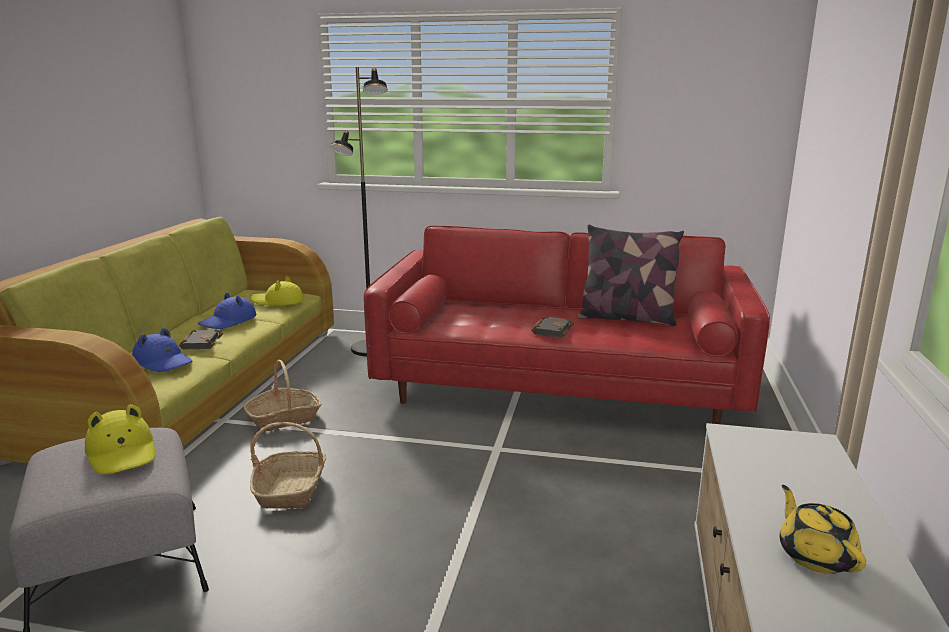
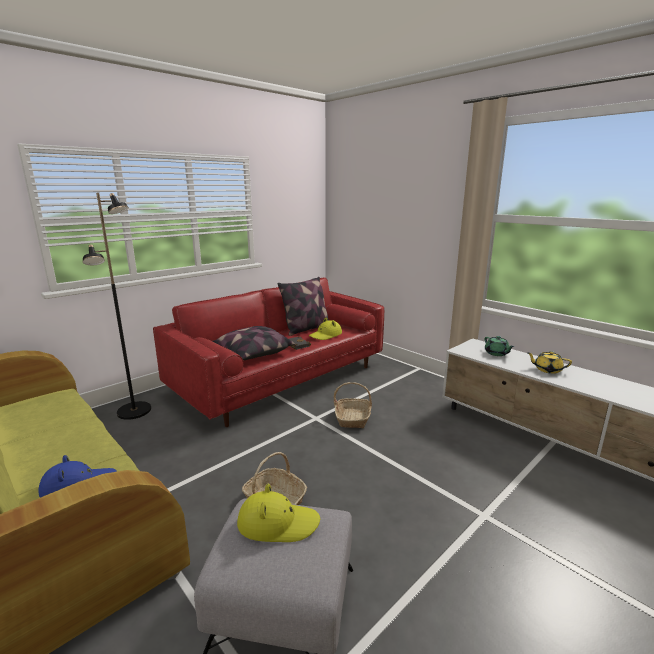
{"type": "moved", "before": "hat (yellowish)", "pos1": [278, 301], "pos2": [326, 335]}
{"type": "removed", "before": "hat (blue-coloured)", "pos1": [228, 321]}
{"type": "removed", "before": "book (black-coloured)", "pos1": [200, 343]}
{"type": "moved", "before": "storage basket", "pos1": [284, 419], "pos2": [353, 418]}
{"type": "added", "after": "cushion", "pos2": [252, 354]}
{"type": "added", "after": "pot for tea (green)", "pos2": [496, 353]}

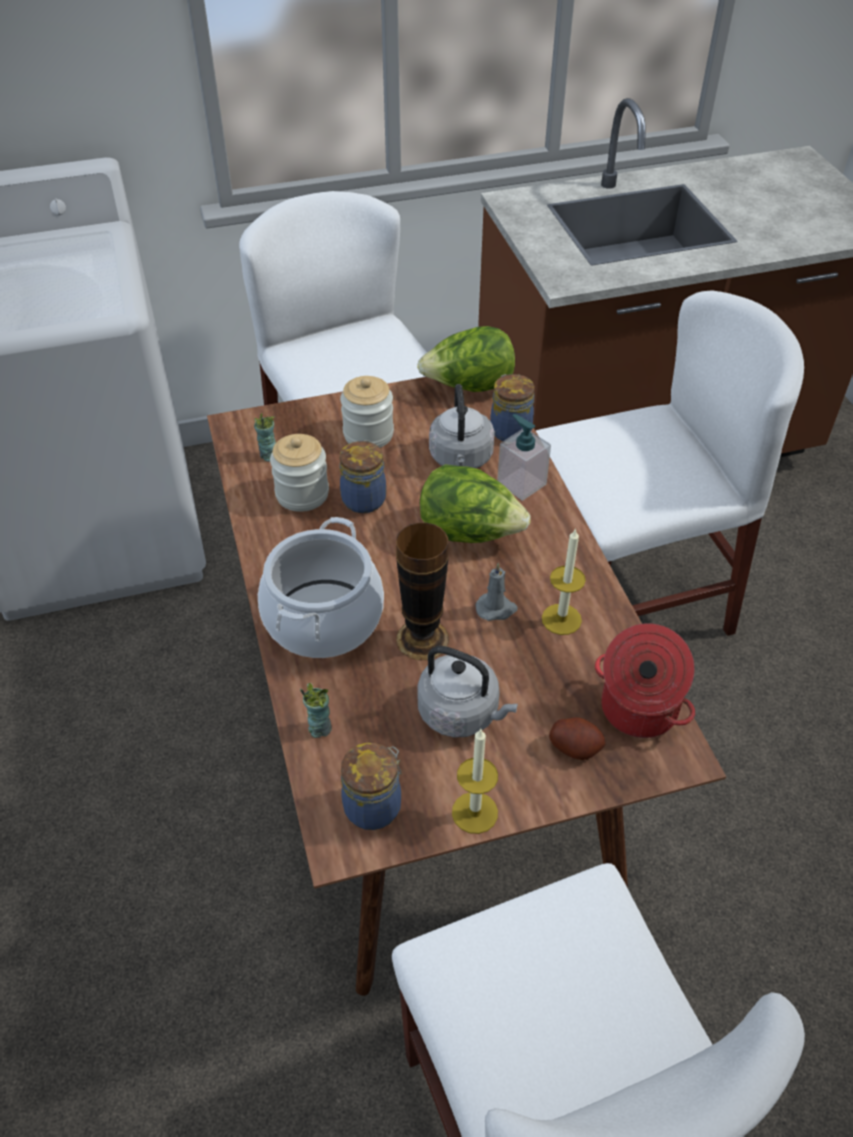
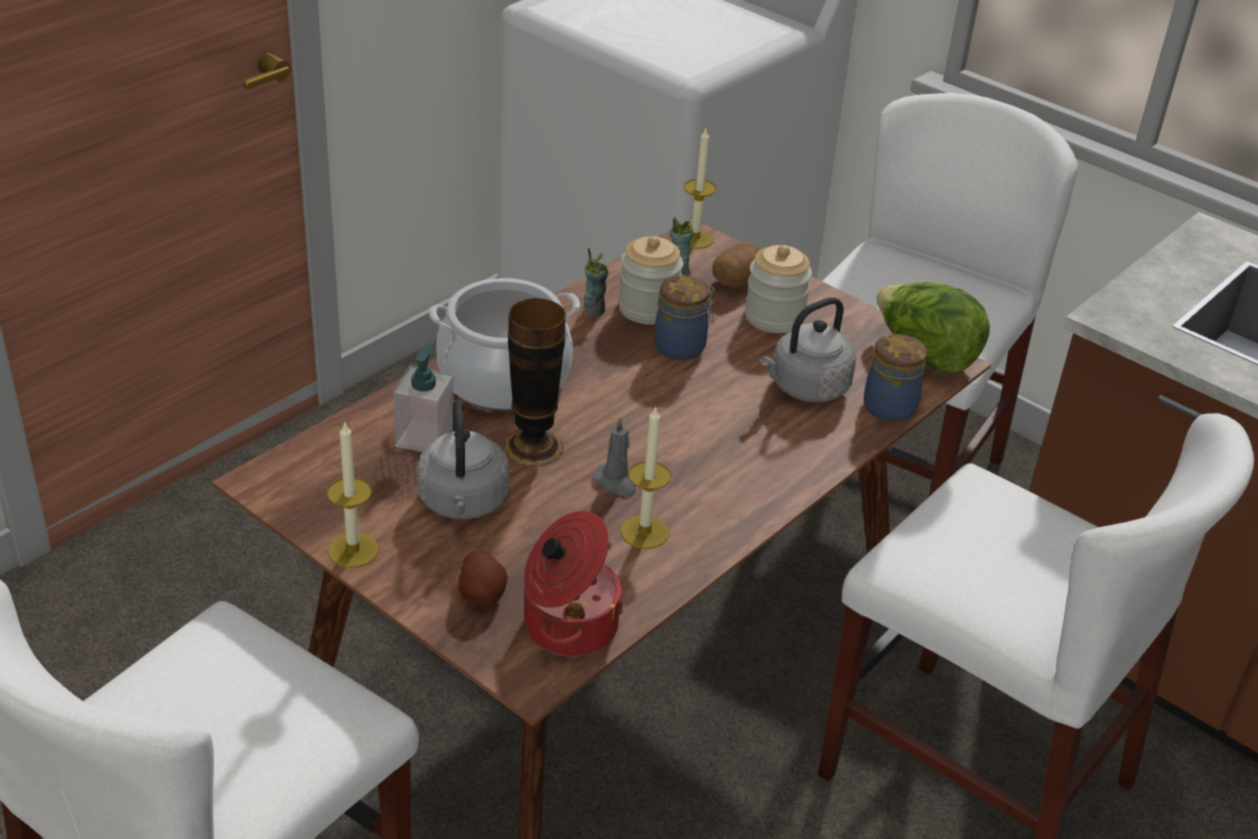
{"type": "moved", "before": "liquid soap bottle", "pos1": [521, 483], "pos2": [425, 437]}
{"type": "removed", "before": "head of lettuce", "pos1": [469, 532]}
{"type": "moved", "before": "drinking cup", "pos1": [319, 728], "pos2": [594, 310]}
{"type": "removed", "before": "preserve jar", "pos1": [374, 805]}
{"type": "added", "after": "candle", "pos2": [695, 238]}
{"type": "added", "after": "spud", "pos2": [736, 281]}

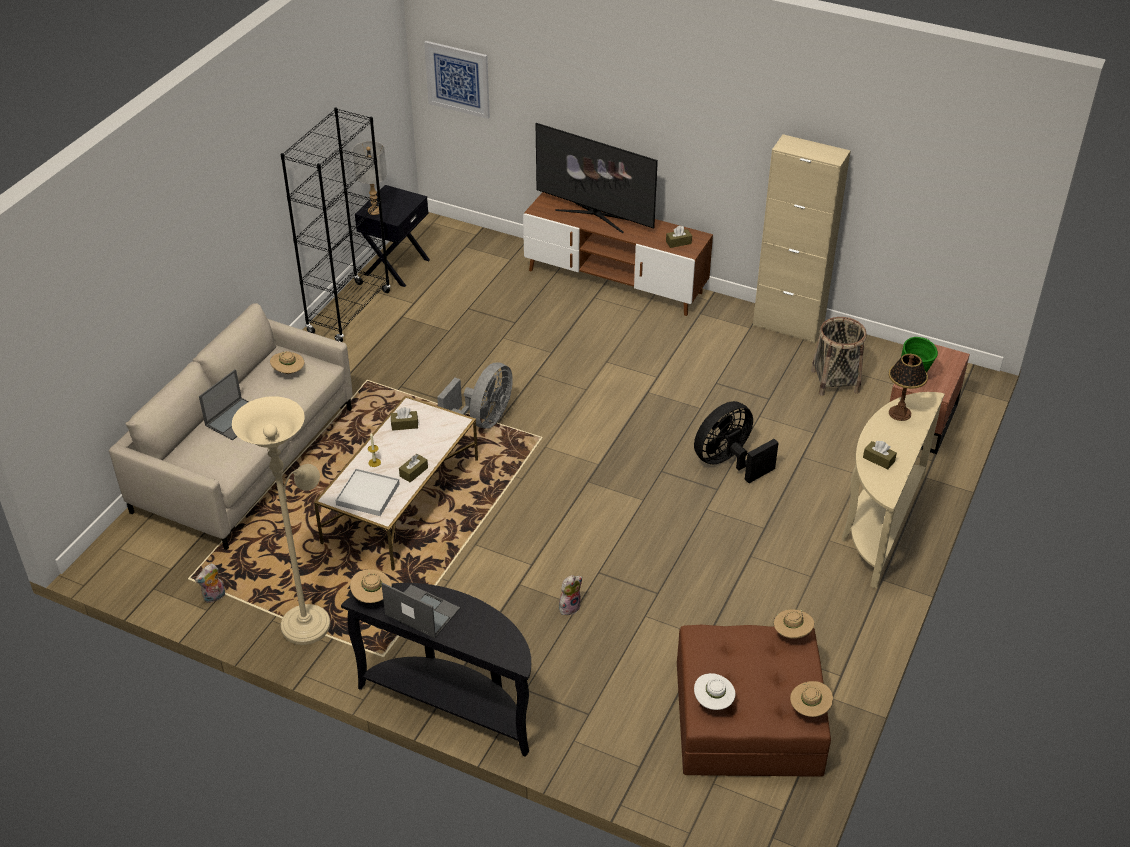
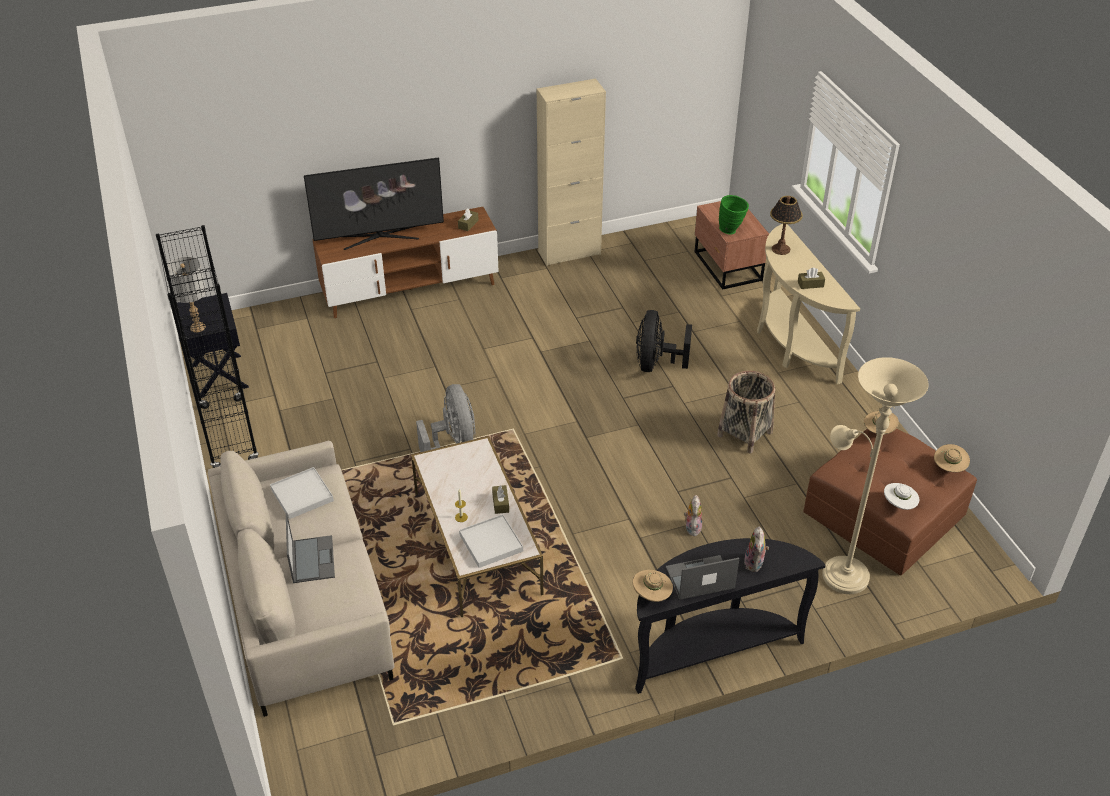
{"type": "removed", "before": "picture", "pos1": [458, 79]}
{"type": "moved", "before": "storage basket", "pos1": [834, 381], "pos2": [744, 434]}
{"type": "replaced", "before": "hat (sand-coloured)", "after": "serving tray (whitish)", "pos1": [289, 372], "pos2": [302, 495]}
{"type": "moved", "before": "floor lamp (sand-coloured)", "pos1": [308, 620], "pos2": [841, 572]}
{"type": "removed", "before": "box of tissues (brown)", "pos1": [404, 425]}
{"type": "moved", "before": "cuddly toy", "pos1": [214, 597], "pos2": [755, 564]}

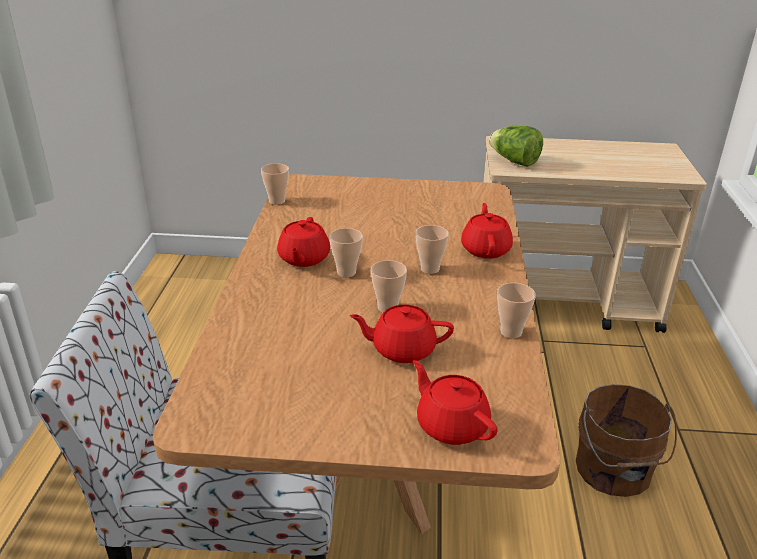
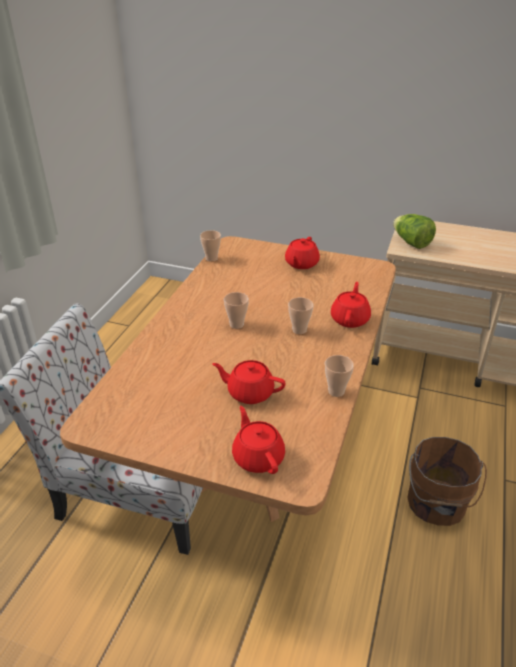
{"type": "moved", "before": "pot for tea (red-coloured)", "pos1": [303, 259], "pos2": [301, 264]}
{"type": "removed", "before": "drinking cup", "pos1": [387, 308]}

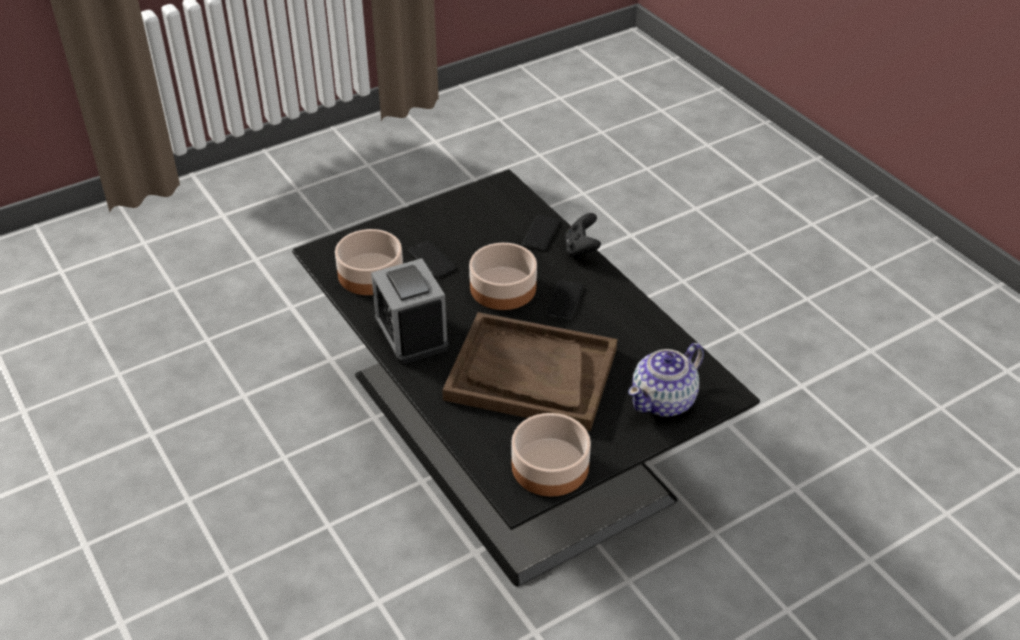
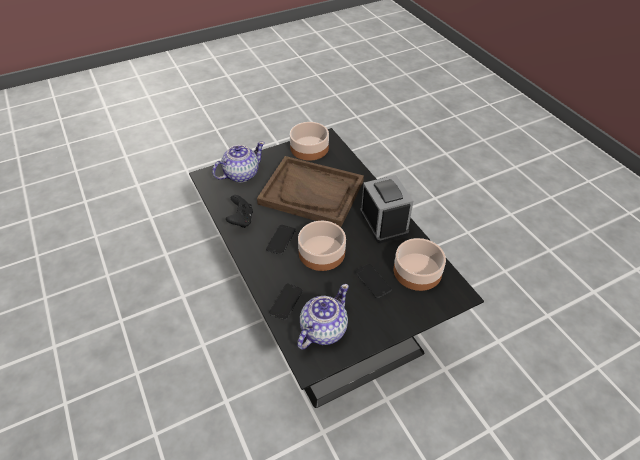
{"type": "moved", "before": "joypad (black-coloured)", "pos1": [581, 249], "pos2": [241, 220]}
{"type": "added", "after": "pot for tea", "pos2": [322, 330]}

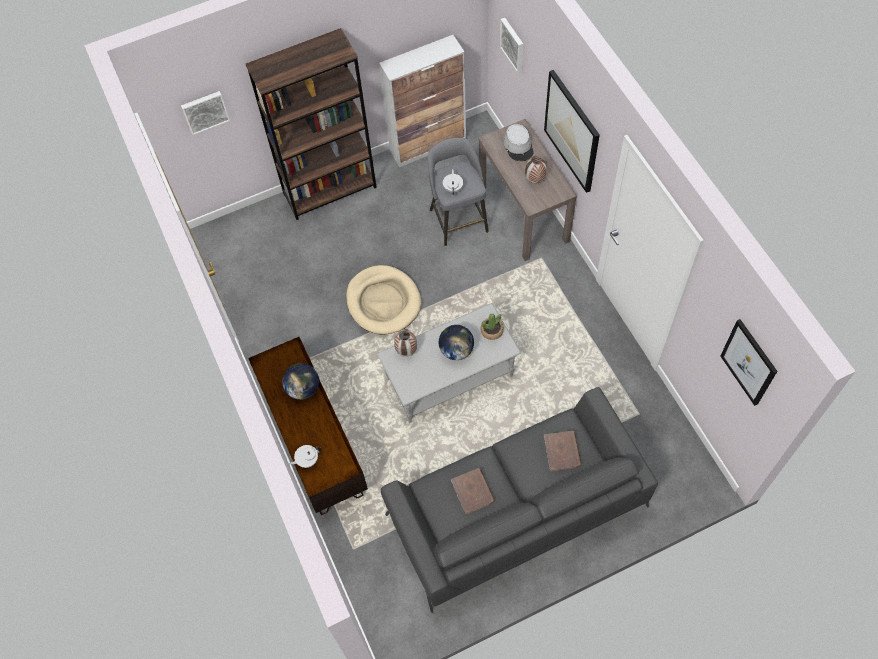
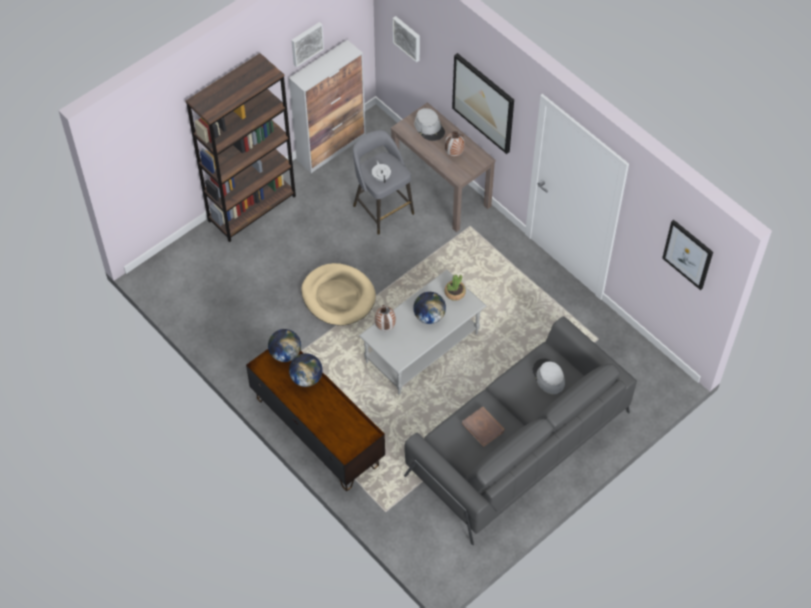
{"type": "moved", "before": "picture", "pos1": [205, 111], "pos2": [306, 43]}
{"type": "replaced", "before": "book (brown)", "after": "hat (grey)", "pos1": [562, 451], "pos2": [548, 377]}
{"type": "removed", "before": "pot for tea (whitish)", "pos1": [307, 460]}
{"type": "added", "after": "globe", "pos2": [285, 354]}

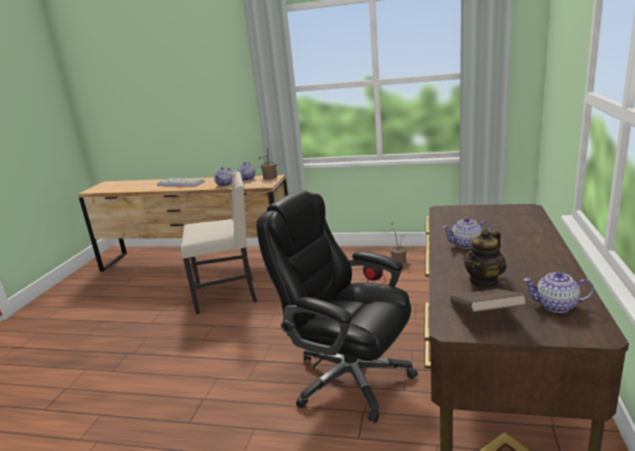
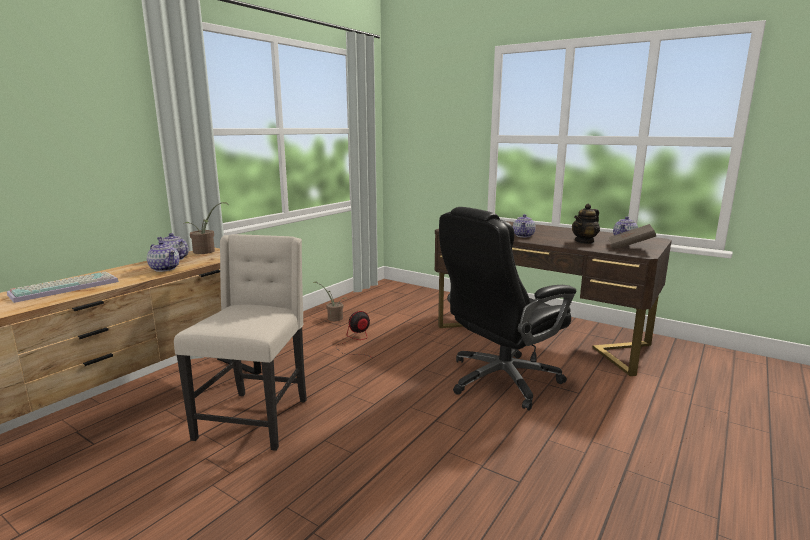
{"type": "turned", "before": "pot for tea", "pos1": [484, 281], "pos2": [584, 241], "turn": 75}

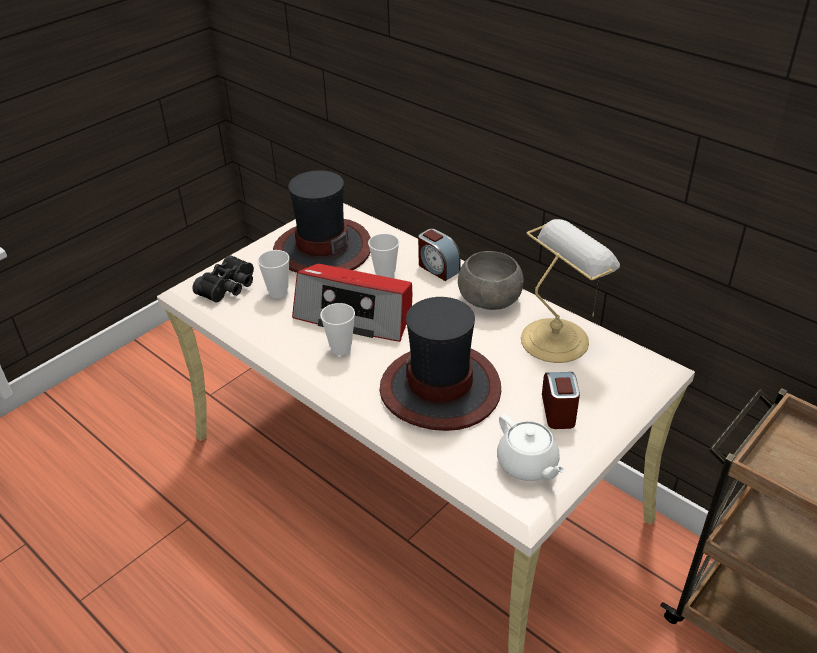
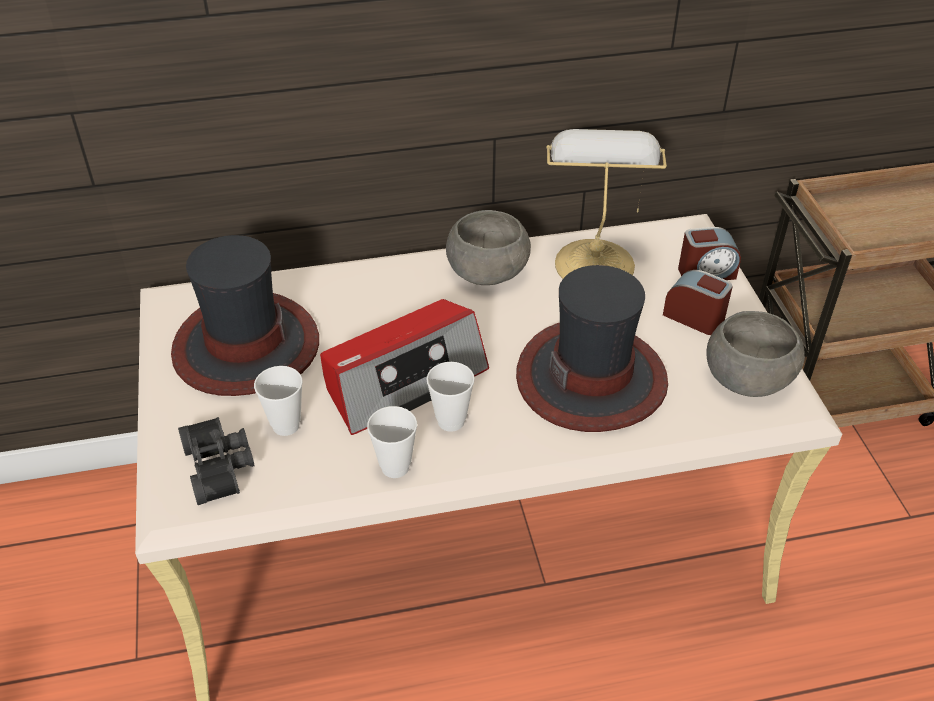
{"type": "moved", "before": "alarm clock", "pos1": [438, 268], "pos2": [706, 272]}
{"type": "moved", "before": "drinking cup", "pos1": [385, 275], "pos2": [395, 467]}
{"type": "replaced", "before": "pot for tea (whitish)", "after": "bowl (grey)", "pos1": [527, 465], "pos2": [748, 376]}

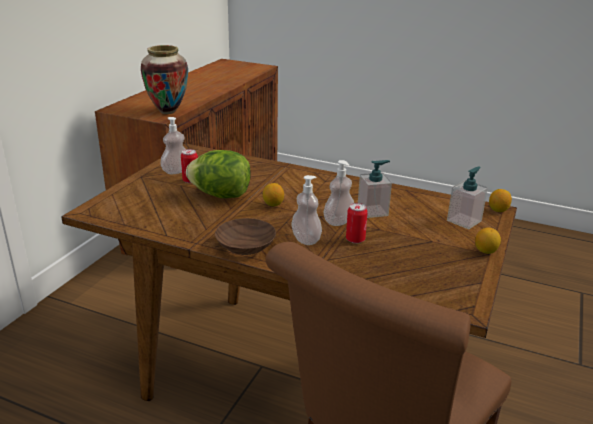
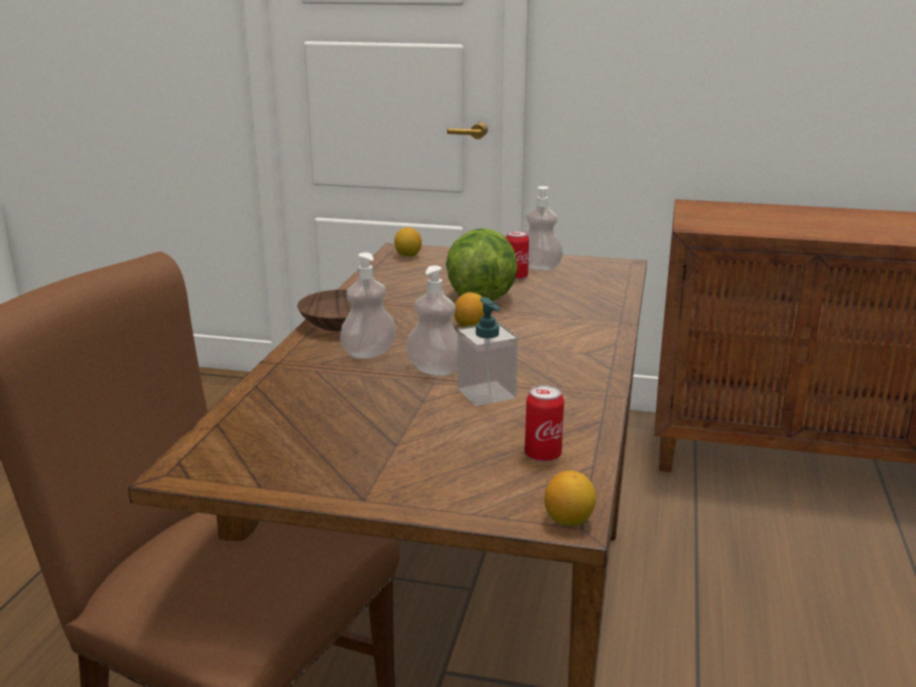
{"type": "removed", "before": "vase", "pos1": [168, 112]}
{"type": "removed", "before": "liquid soap bottle", "pos1": [464, 221]}
{"type": "moved", "before": "can", "pos1": [355, 239], "pos2": [543, 455]}
{"type": "moved", "before": "lemon", "pos1": [485, 251], "pos2": [408, 255]}

